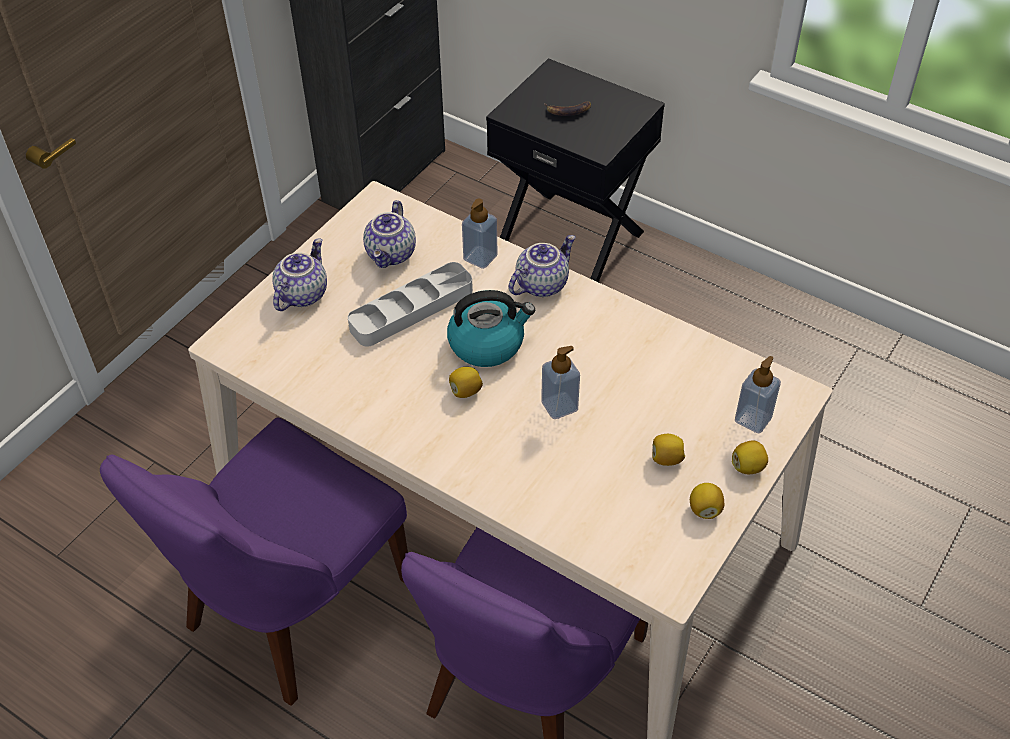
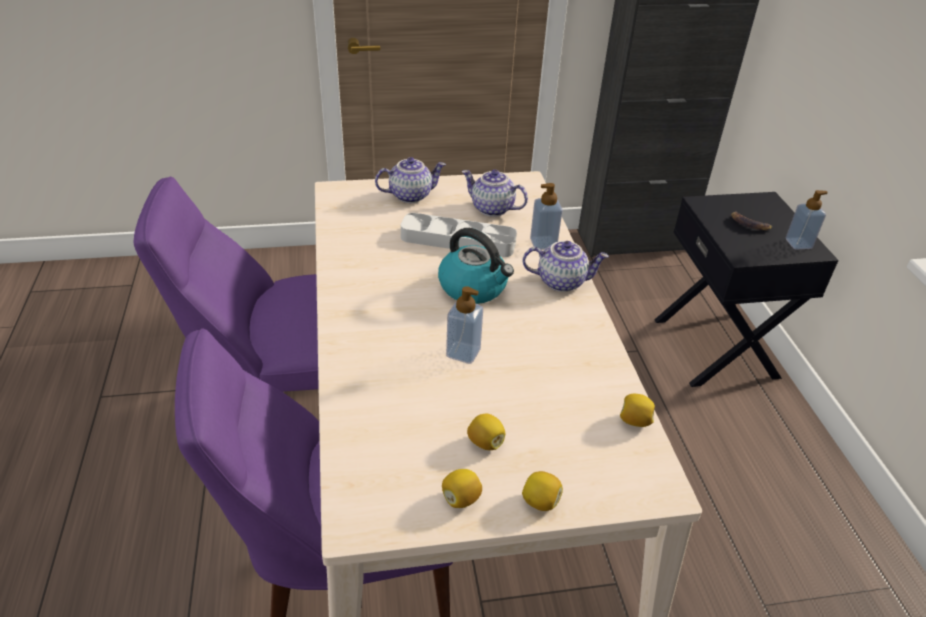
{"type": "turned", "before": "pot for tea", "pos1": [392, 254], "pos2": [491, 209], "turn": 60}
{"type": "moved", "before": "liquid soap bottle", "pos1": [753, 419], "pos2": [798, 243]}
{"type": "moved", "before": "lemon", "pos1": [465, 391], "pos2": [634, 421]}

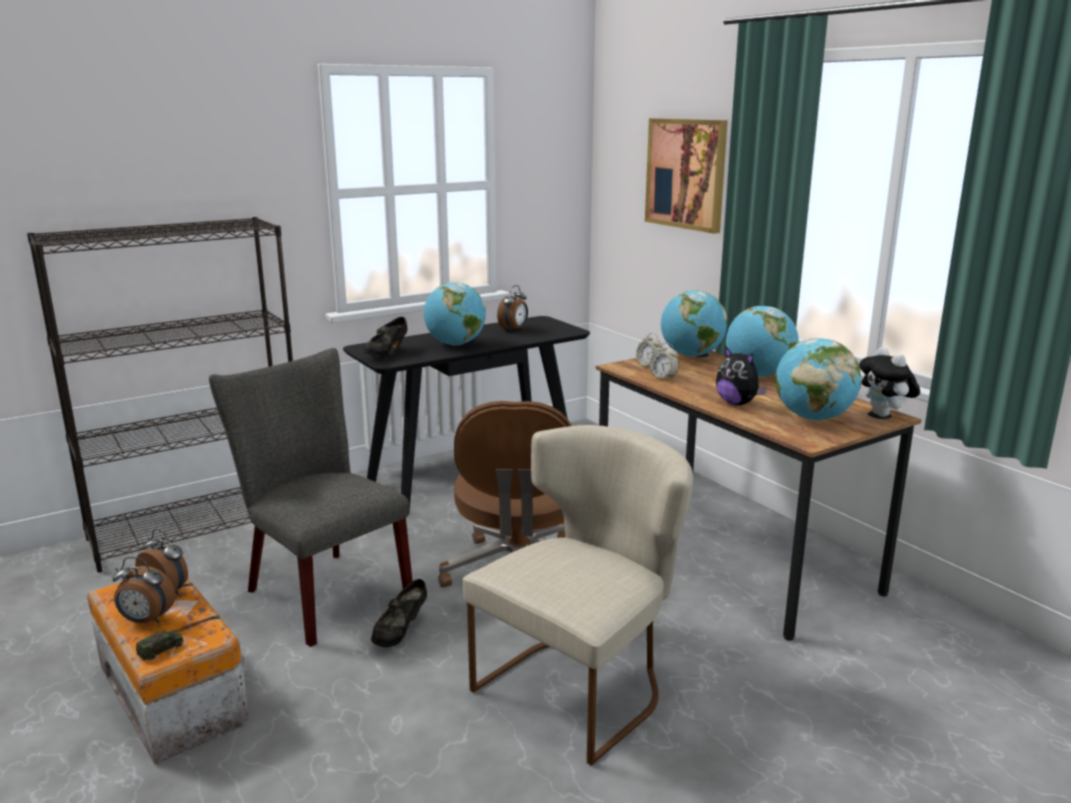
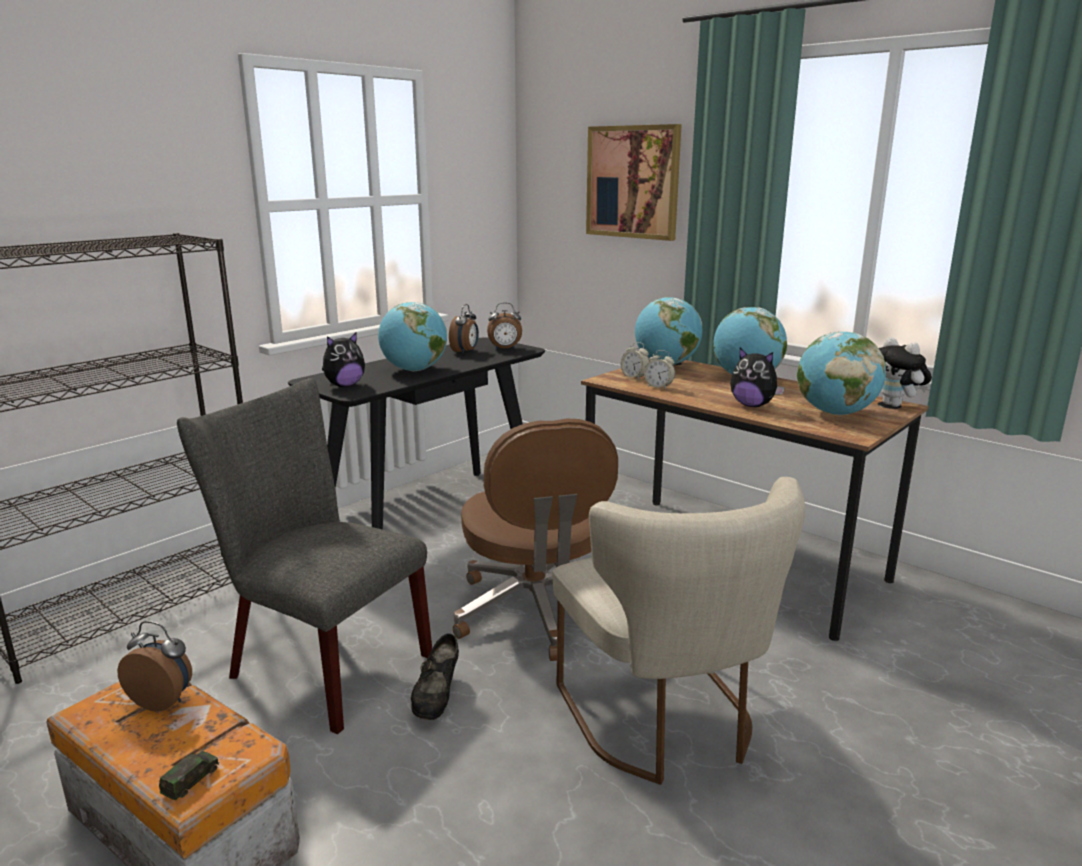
{"type": "replaced", "before": "item of footwear (black-coloured)", "after": "cuddly toy", "pos1": [386, 354], "pos2": [344, 385]}
{"type": "turned", "before": "upright chair (sand-coloured)", "pos1": [582, 684], "pos2": [666, 724], "turn": 135}
{"type": "moved", "before": "alarm clock", "pos1": [146, 620], "pos2": [505, 349]}

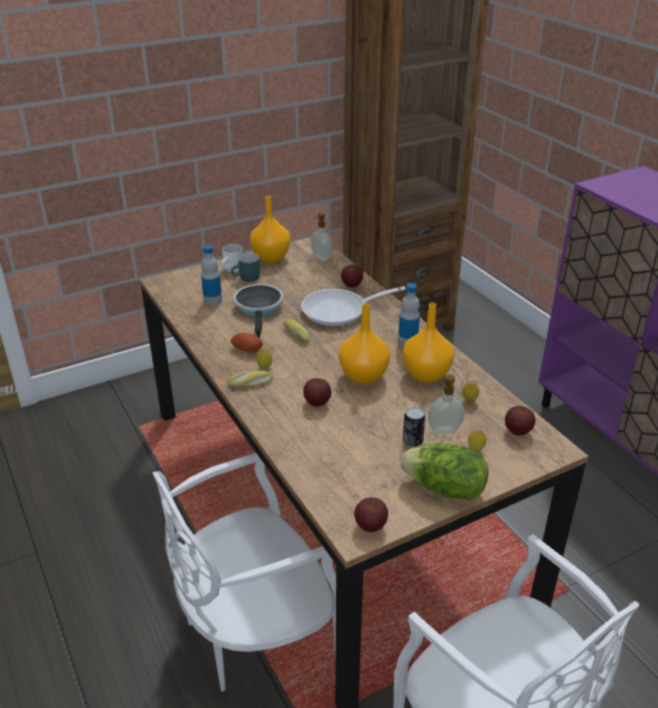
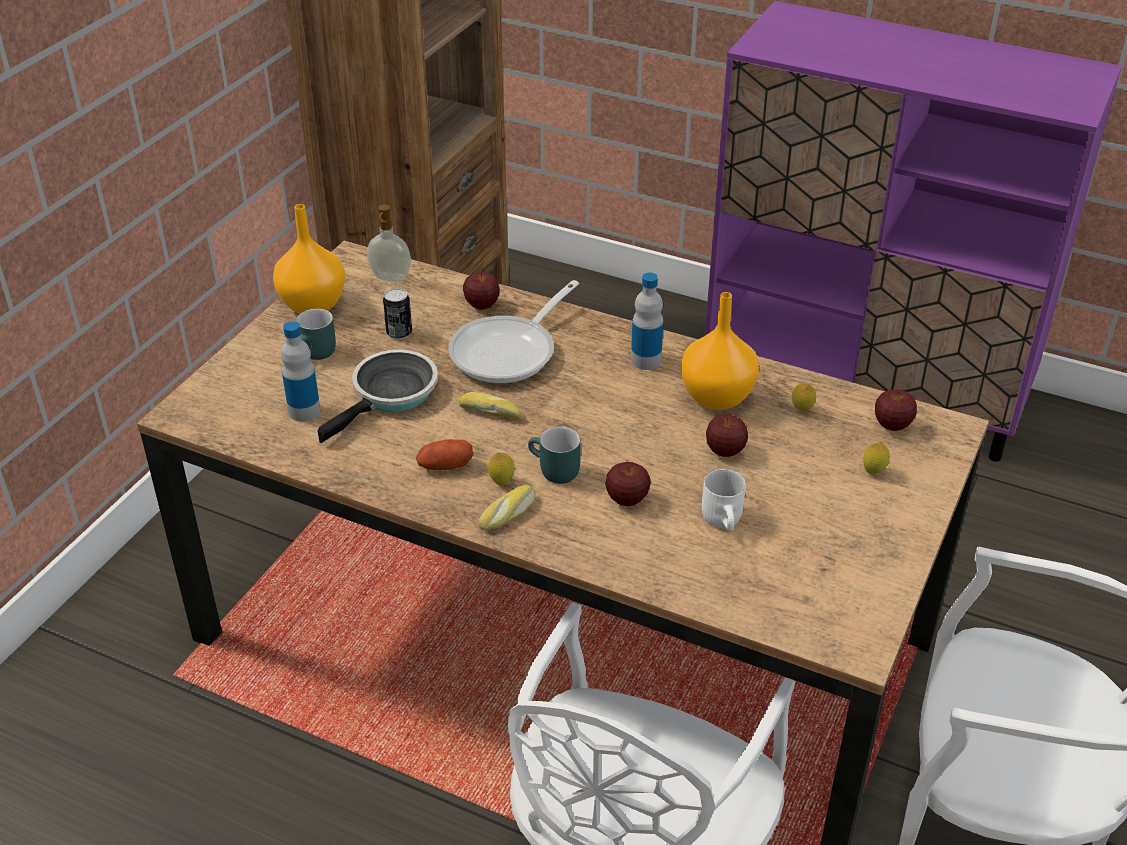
{"type": "moved", "before": "coffee mug (whitish)", "pos1": [232, 270], "pos2": [725, 521]}
{"type": "turned", "before": "skillet", "pos1": [259, 309], "pos2": [391, 395], "turn": 75}
{"type": "removed", "before": "vase (orange)", "pos1": [363, 376]}
{"type": "removed", "before": "liquid soap bottle", "pos1": [444, 431]}
{"type": "moved", "before": "can", "pos1": [412, 441], "pos2": [399, 333]}
{"type": "removed", "before": "head of lettuce", "pos1": [444, 489]}
{"type": "moved", "before": "apple", "pos1": [371, 526], "pos2": [725, 451]}
{"type": "added", "after": "coffee mug (blue-green)", "pos2": [553, 472]}

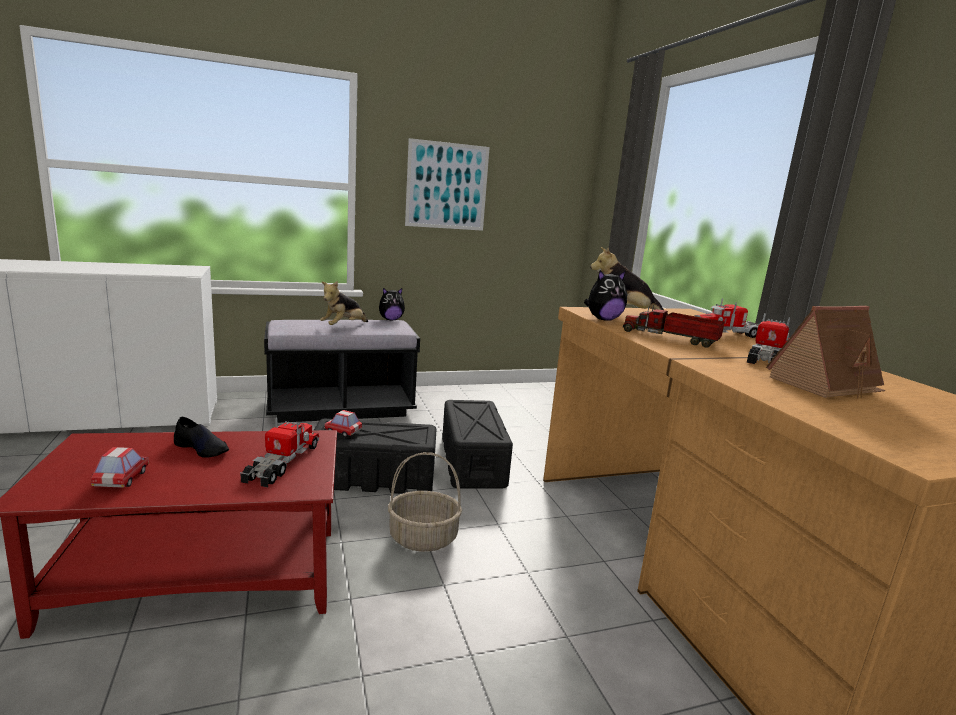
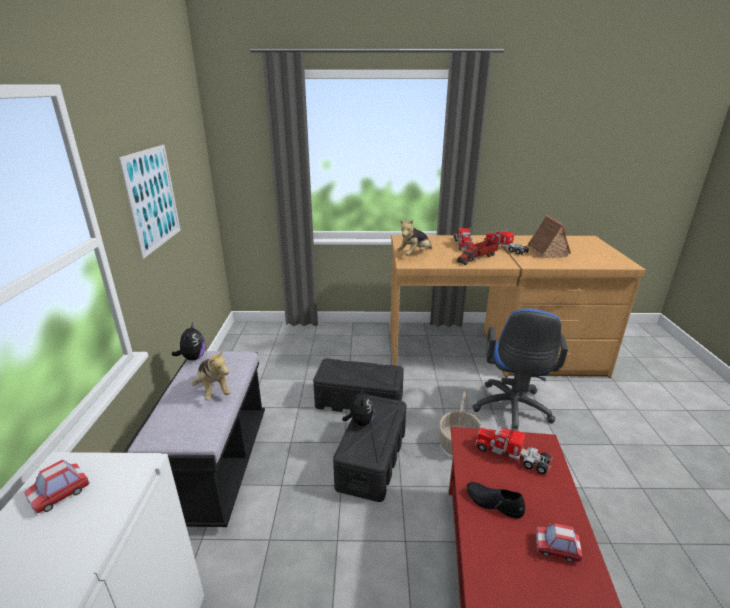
{"type": "moved", "before": "cuddly toy", "pos1": [603, 319], "pos2": [360, 422]}
{"type": "moved", "before": "model car", "pos1": [343, 431], "pos2": [60, 494]}
{"type": "turned", "before": "item of footwear (black-coloured)", "pos1": [202, 448], "pos2": [494, 503], "turn": -105}
{"type": "added", "after": "desk chair (blue-coloured)", "pos2": [511, 411]}

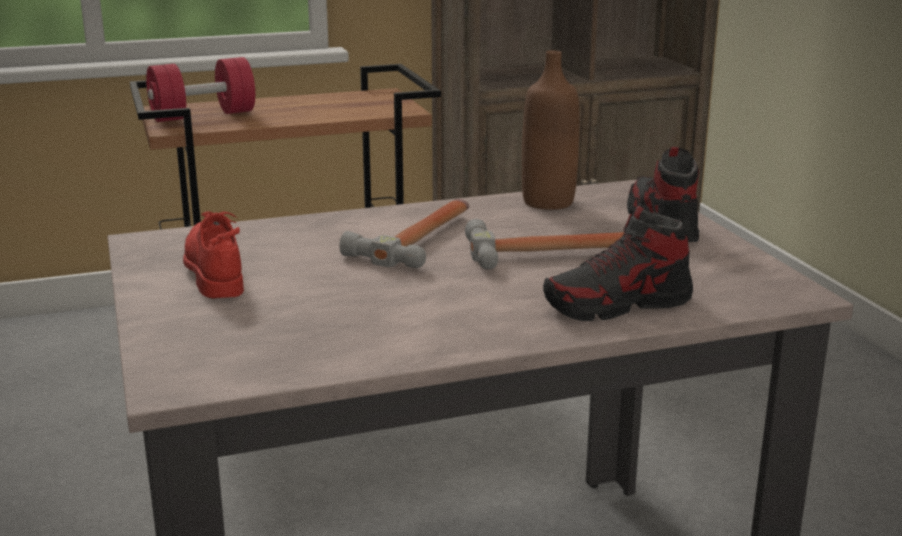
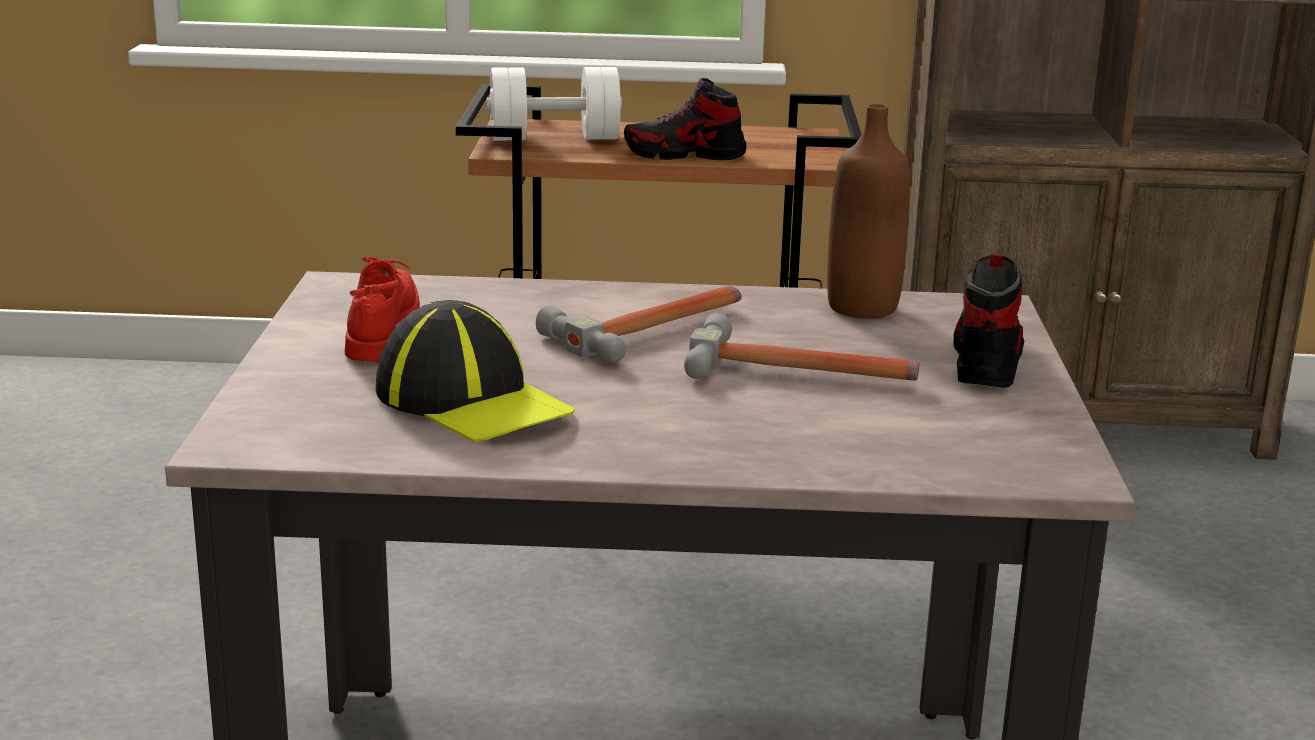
{"type": "recoloured", "before": "dumbbell (red-coloured)", "after": "dumbbell (whitish)", "pos1": [203, 116], "pos2": [554, 138]}
{"type": "moved", "before": "item of footwear", "pos1": [618, 305], "pos2": [684, 155]}
{"type": "added", "after": "peaked cap", "pos2": [473, 401]}

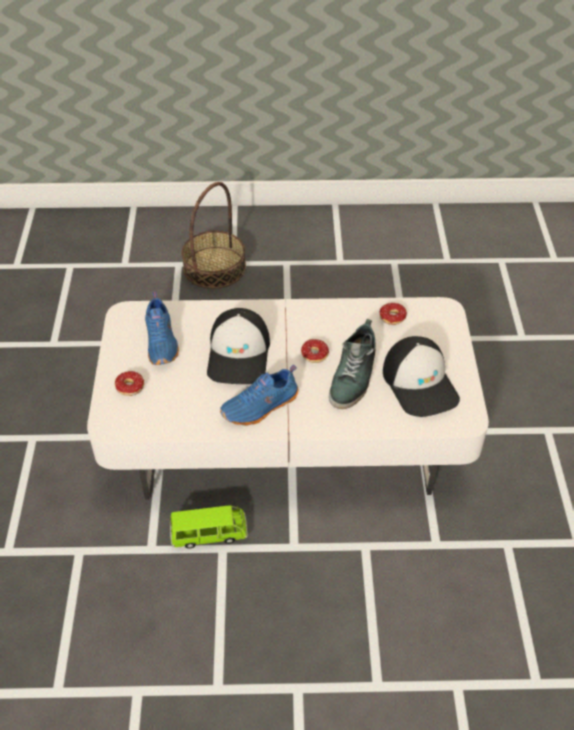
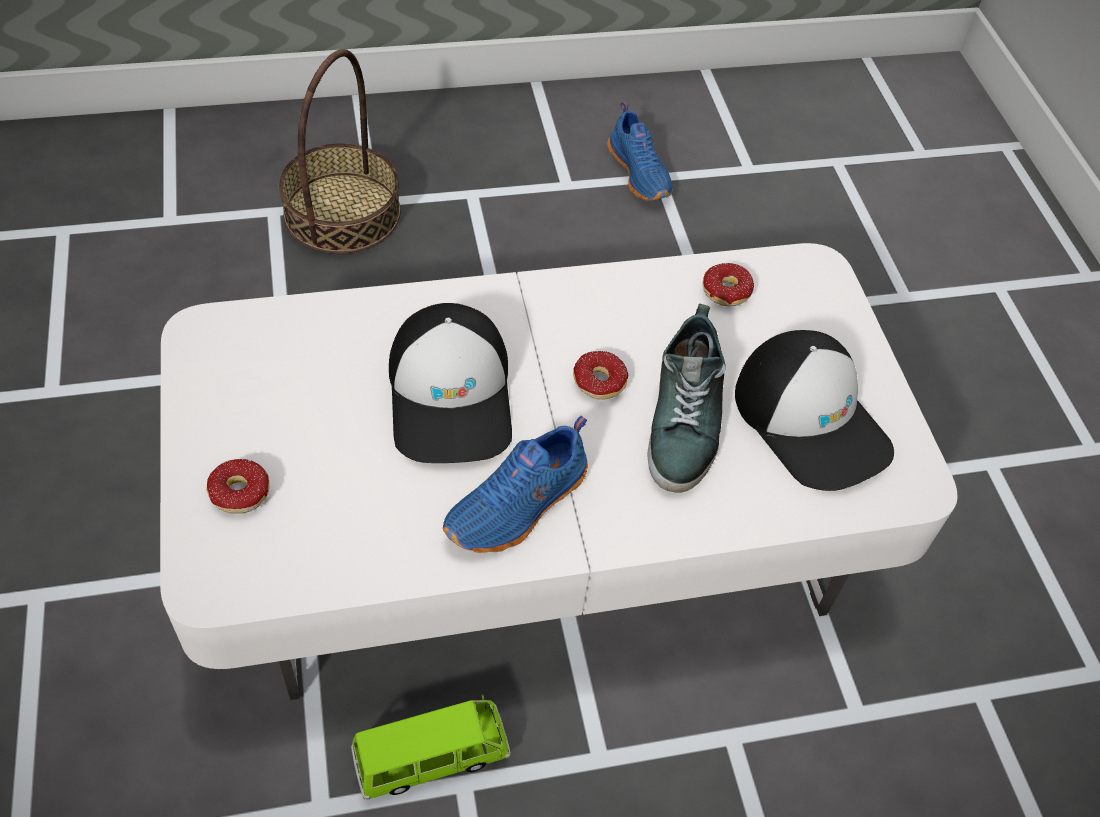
{"type": "moved", "before": "item of footwear (blue-coloured)", "pos1": [162, 342], "pos2": [640, 172]}

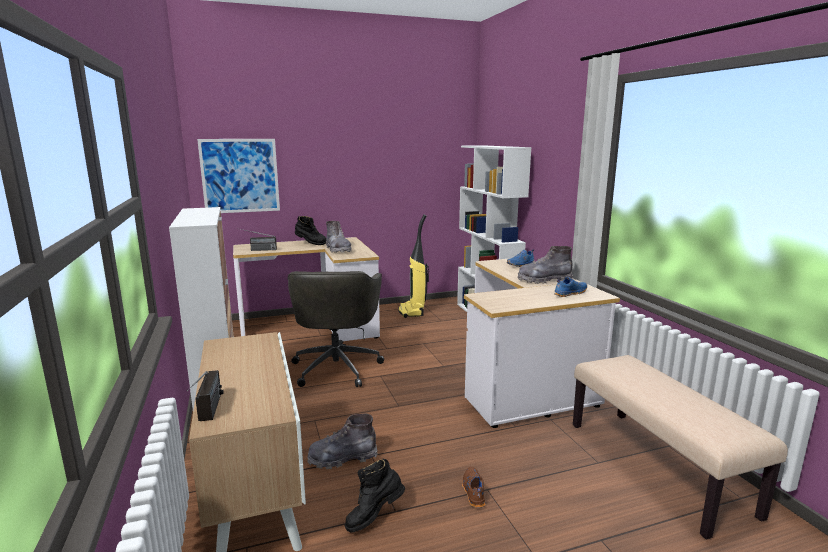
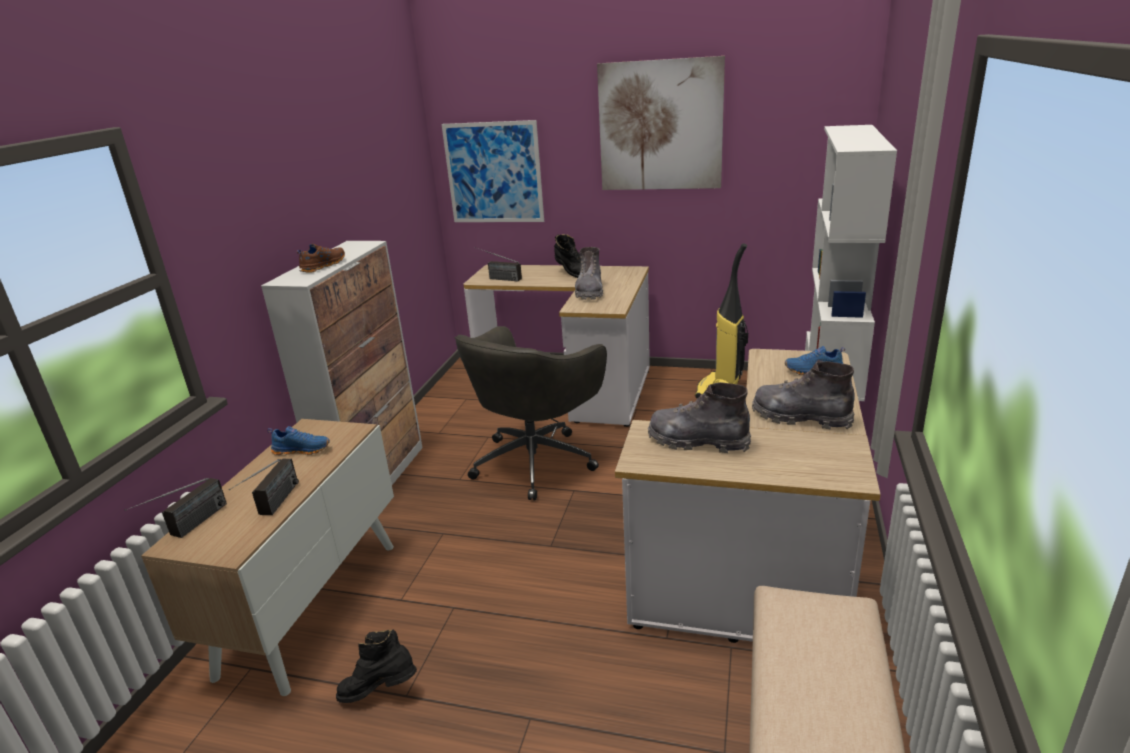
{"type": "moved", "before": "item of footwear (blue-coloured)", "pos1": [569, 293], "pos2": [302, 449]}
{"type": "moved", "before": "high-top boot (grey)", "pos1": [342, 458], "pos2": [698, 441]}
{"type": "moved", "before": "item of footwear (brown)", "pos1": [473, 492], "pos2": [322, 266]}
{"type": "added", "after": "picture", "pos2": [660, 126]}
{"type": "added", "after": "radio", "pos2": [273, 507]}

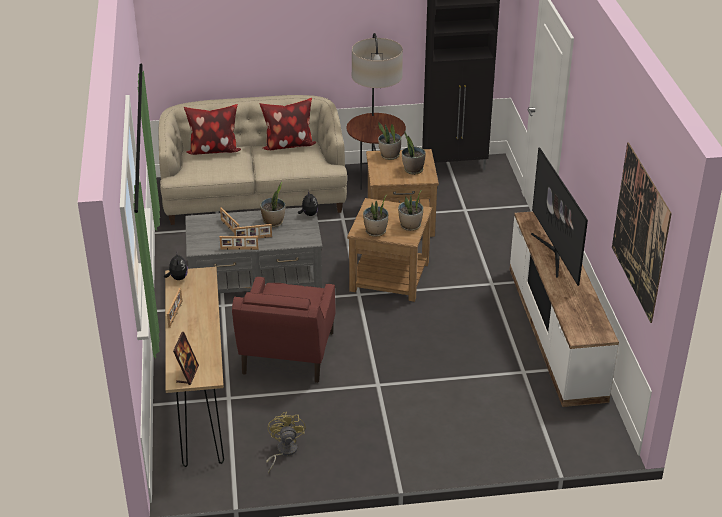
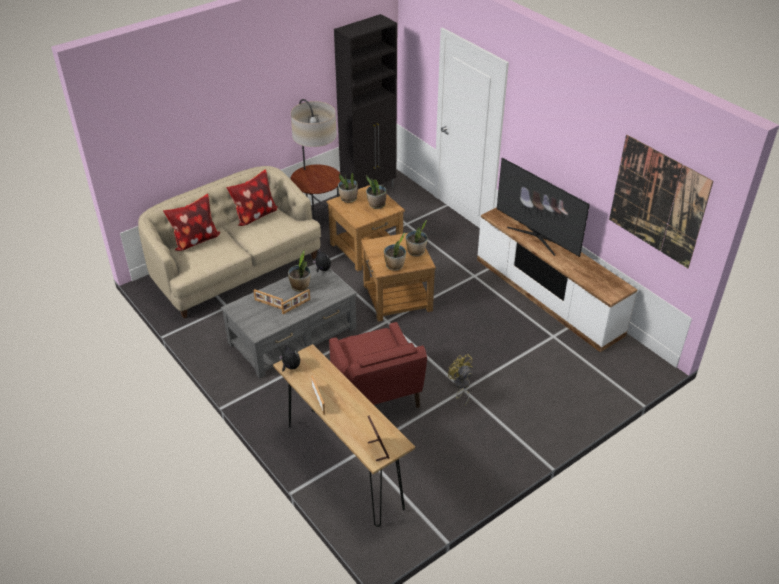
{"type": "removed", "before": "picture frame", "pos1": [239, 249]}
{"type": "moved", "before": "cooling fan (yellowish)", "pos1": [283, 451], "pos2": [461, 386]}

